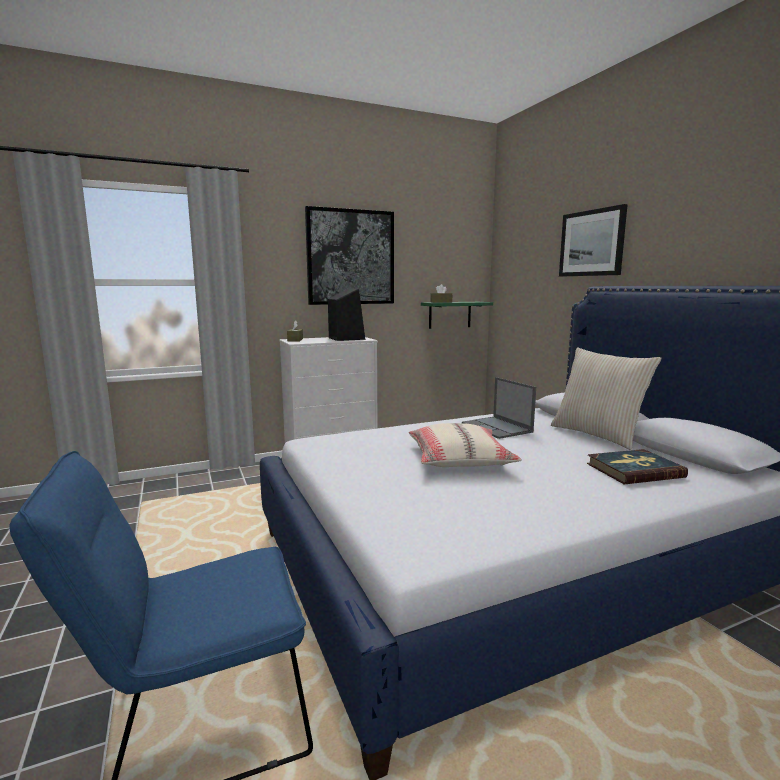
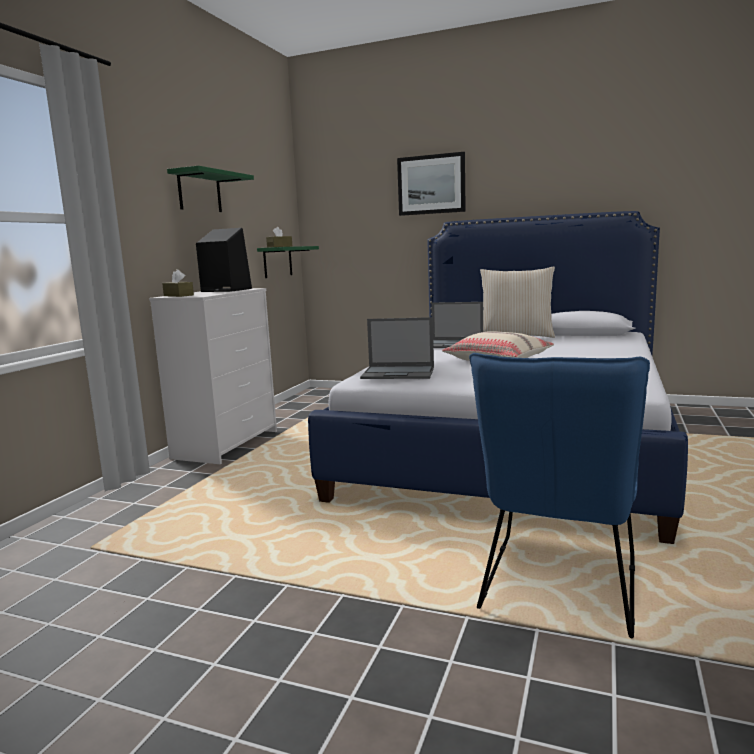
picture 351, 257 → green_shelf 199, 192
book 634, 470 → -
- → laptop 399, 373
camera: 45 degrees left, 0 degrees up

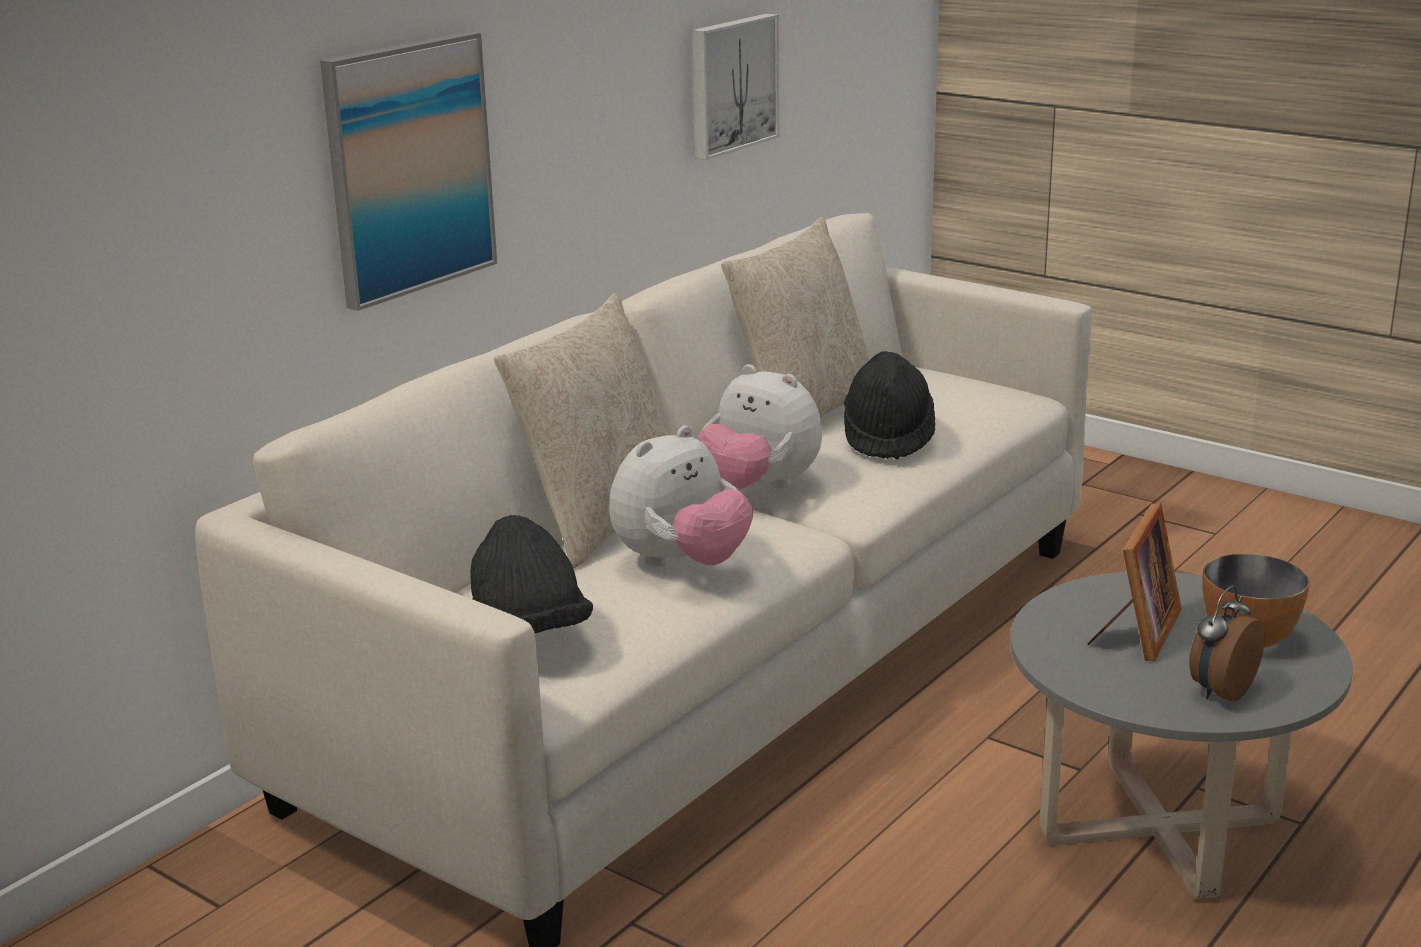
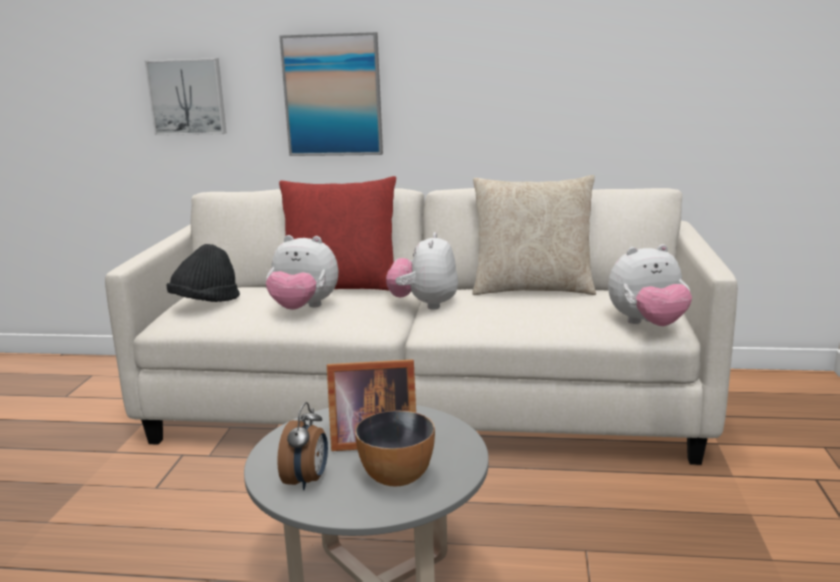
picture 730, 84 → picture 188, 97, moved
beige_pillow 600, 519 → red_pillow 342, 287
black_hat 888, 438 → -
alarm_clock 1219, 691 → alarm_clock 307, 481, 90 degrees clockwise
- → plush_toy 647, 324
camera: 60 degrees right, 5 degrees down

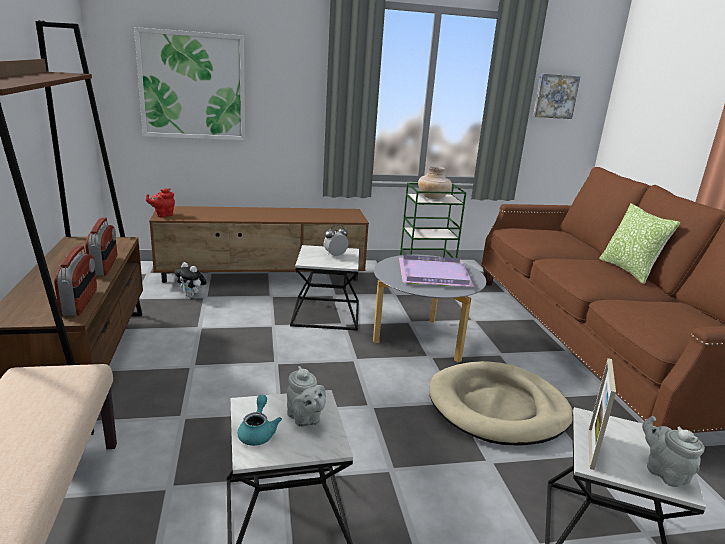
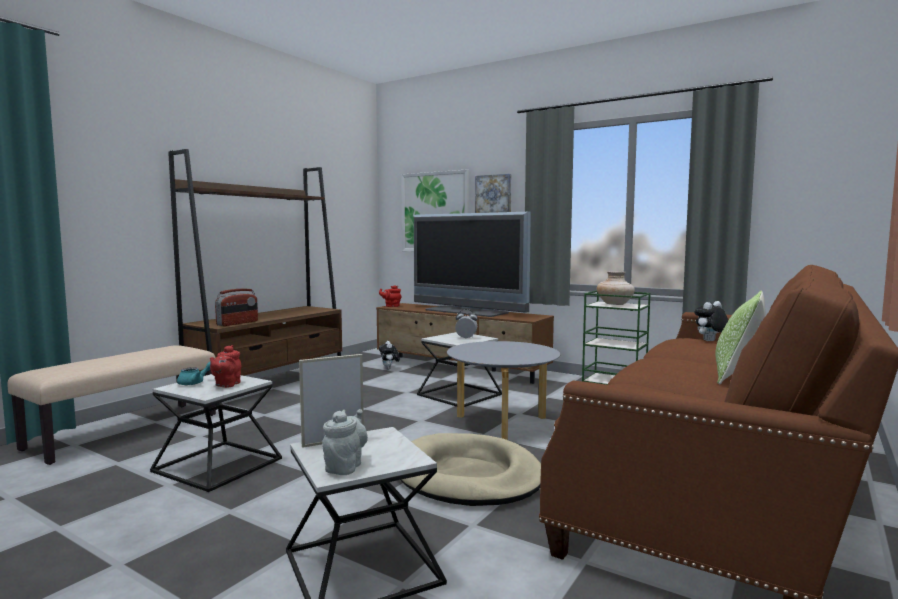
picture 555, 96 → picture 494, 194, moved
radio 104, 266 → -
purple_tray 435, 274 → -
grey_teapot 305, 419 → red_teapot 226, 385
- → television 466, 311
- → plush_toy 710, 341
camera: 45 degrees right, 15 degrees down

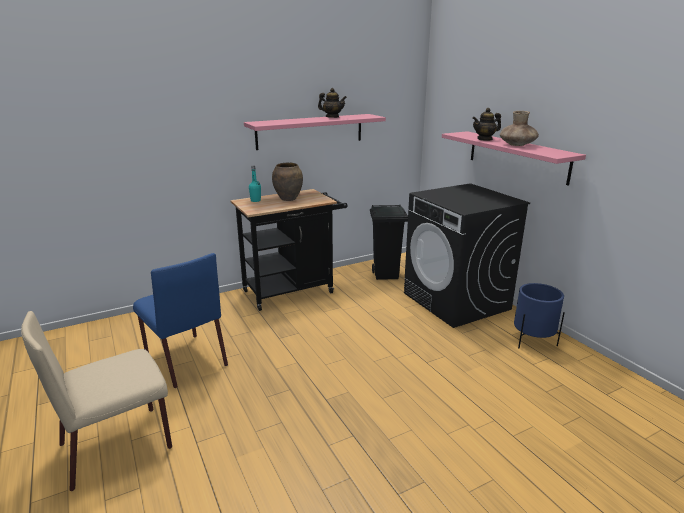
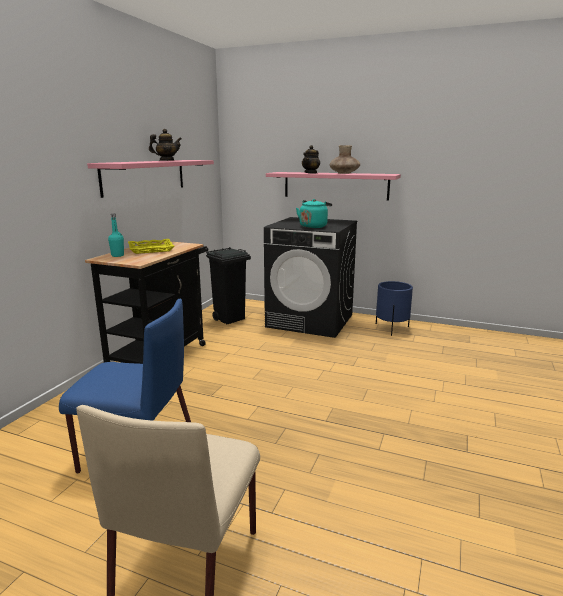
brown_vase 288, 199 → yellow_tray 151, 249
- → turquoise_kettle 313, 226
camera: 40 degrees left, 5 degrees down

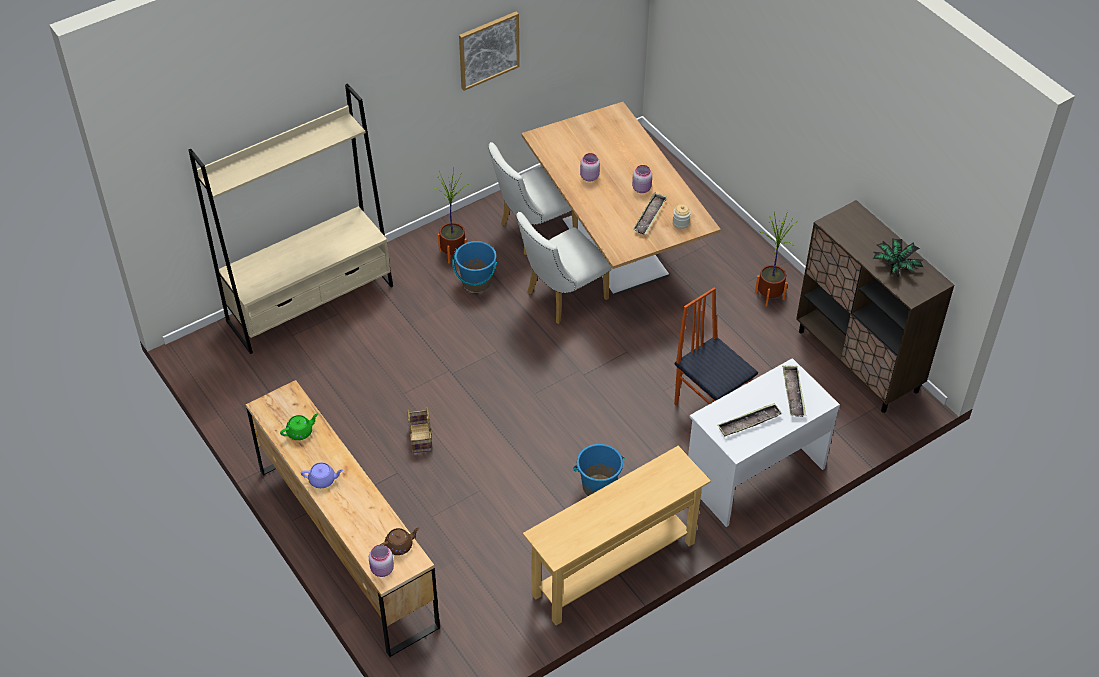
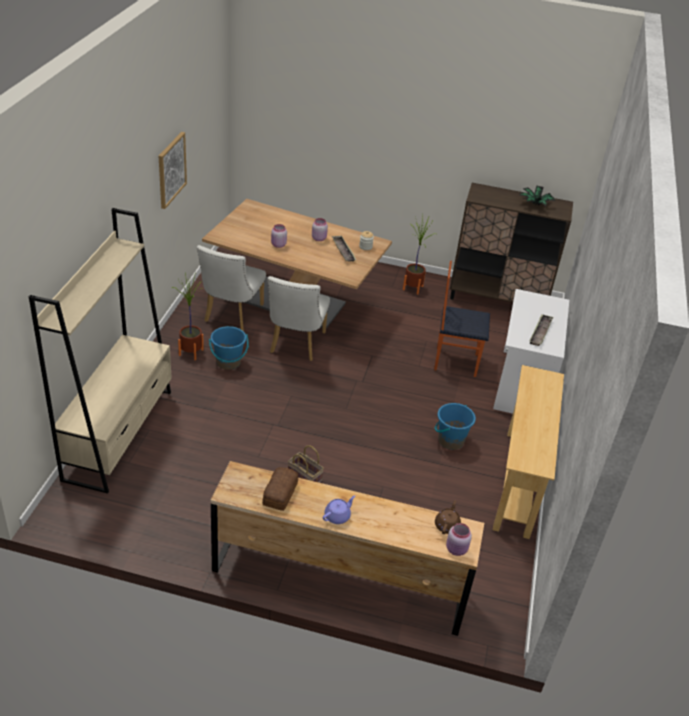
tray 793, 393 → -
green_teapot 300, 432 → bread 279, 494
camera: 45 degrees left, 10 degrees down

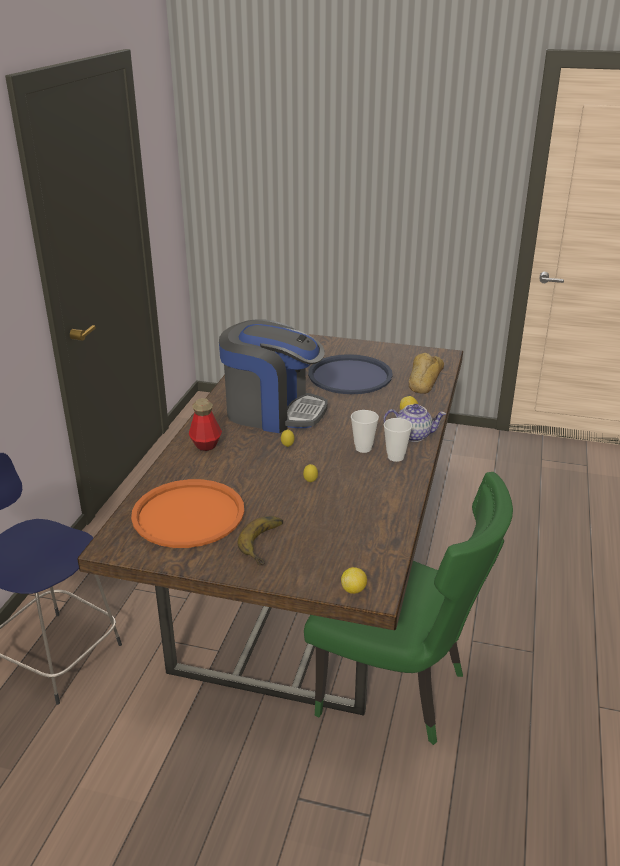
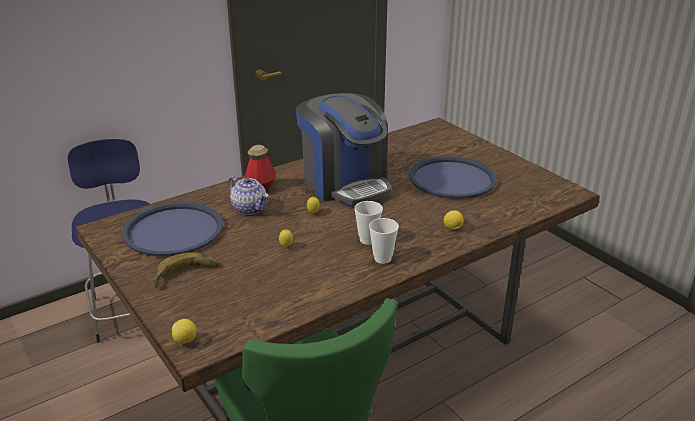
bread 423, 379 → -
teapot 413, 435 → teapot 250, 208, moved
orange_tray 188, 515 → blue_tray 173, 230
camera: 40 degrees right, 0 degrees up

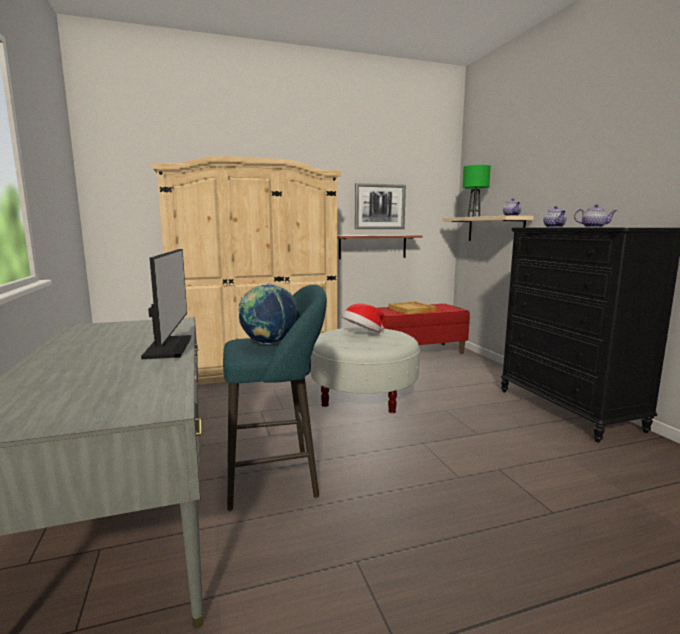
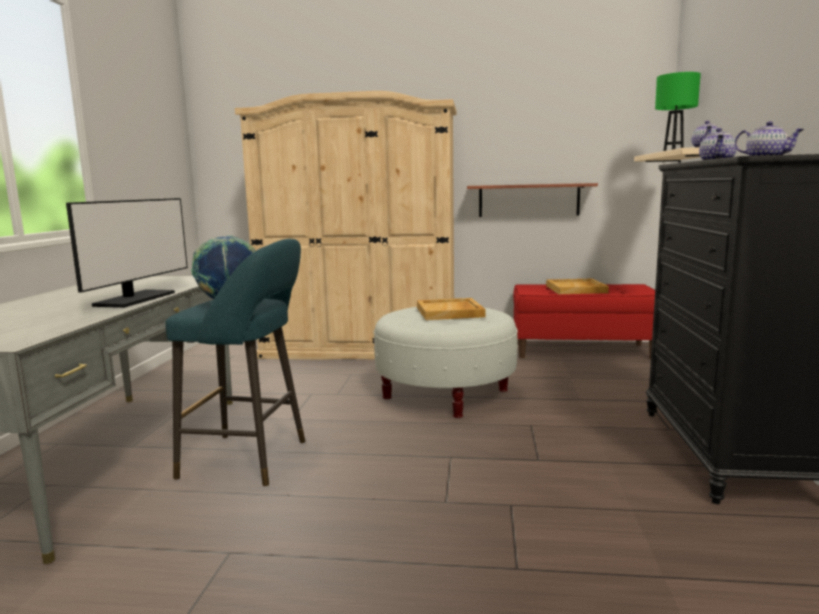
picture 379, 206 → -
hat 363, 333 → beige_tray 450, 312
camera: 25 degrees right, 0 degrees up

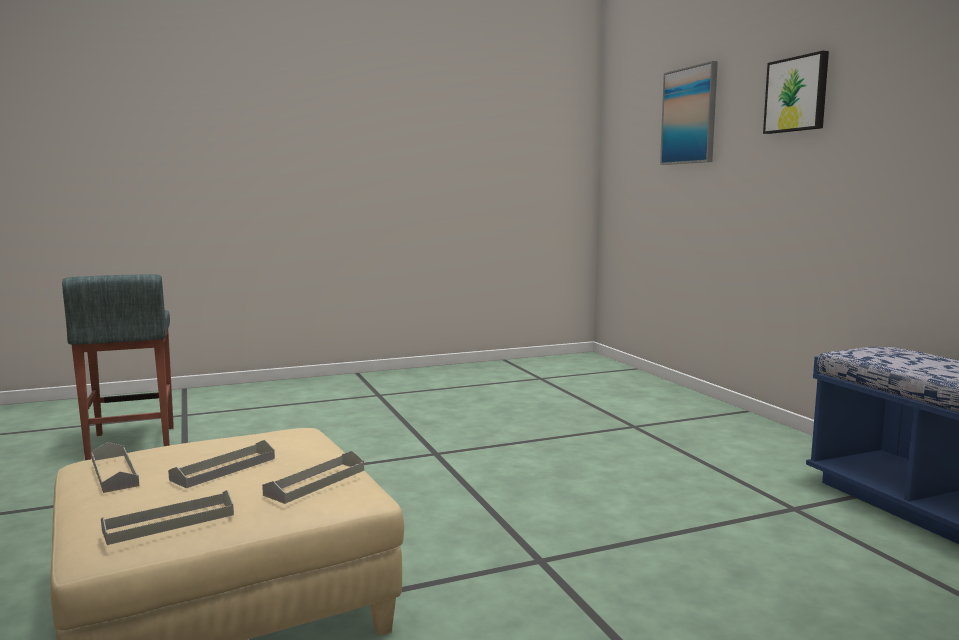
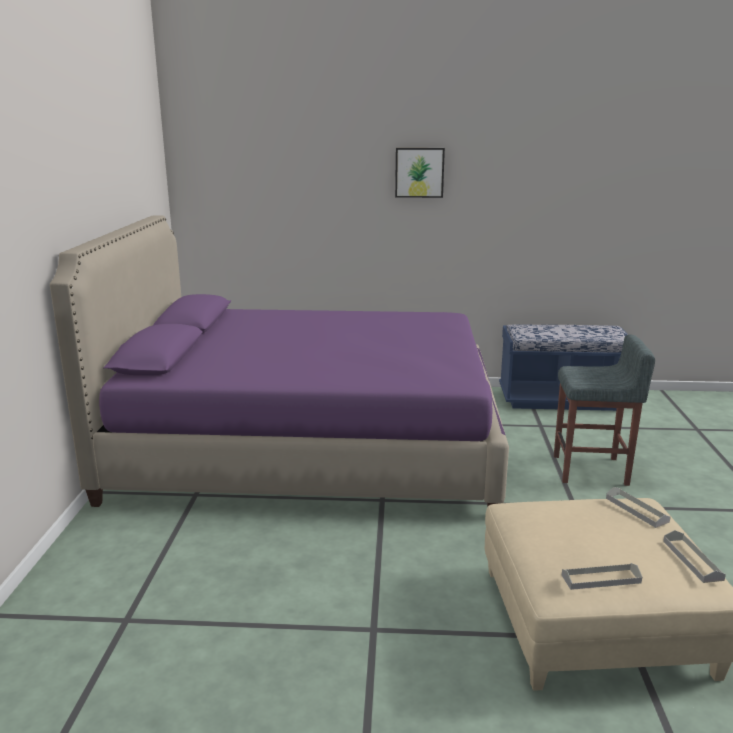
picture 689, 116 → -
grey_stool 131, 443 → grey_stool 591, 470, moved
grey_tray 224, 469 → -
- → purple_bed 309, 447
camera: 65 degrees left, 10 degrees up

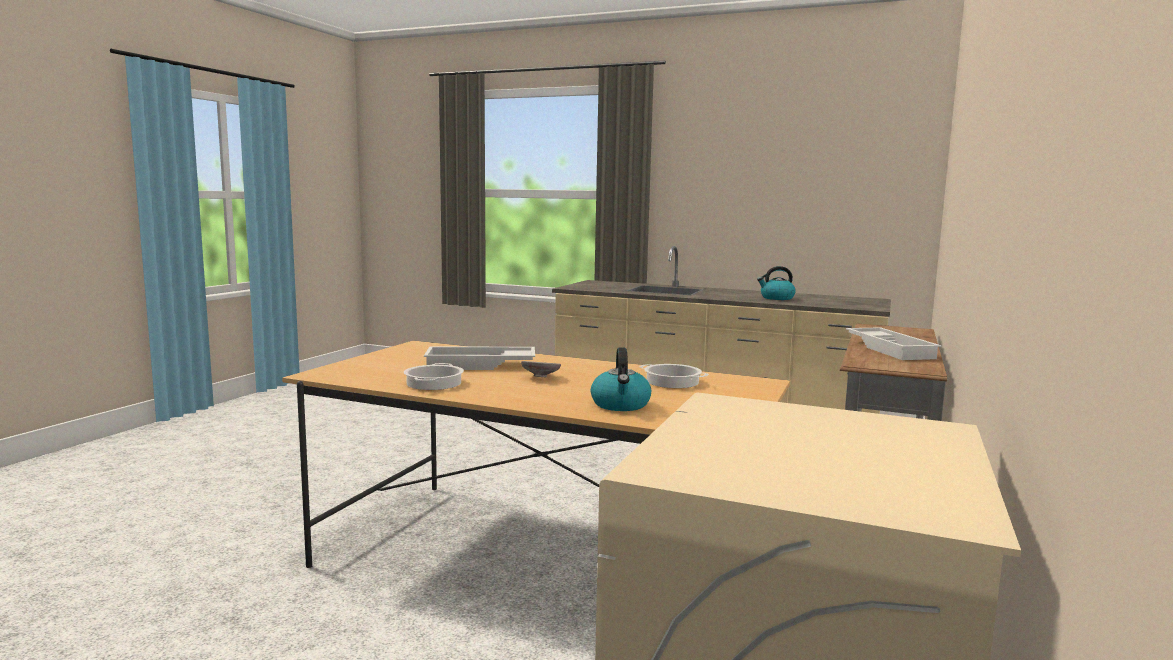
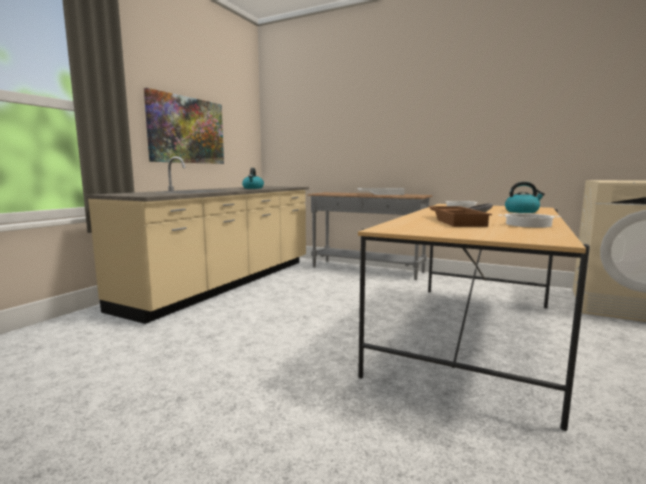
white_tray 479, 365 → brown_tray 457, 221
- → picture 187, 130
camera: 85 degrees left, 0 degrees up

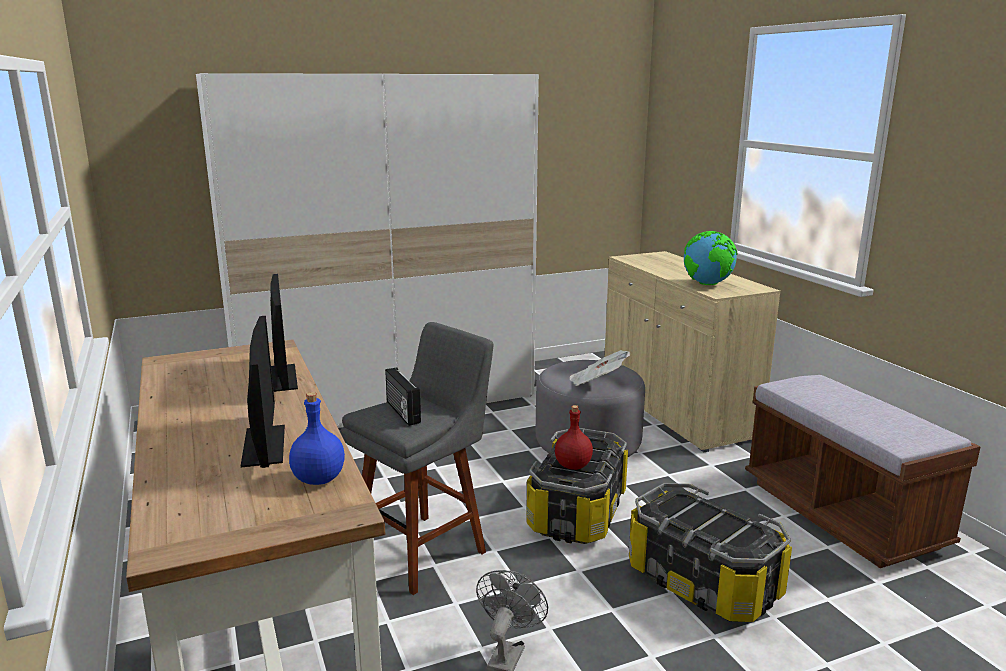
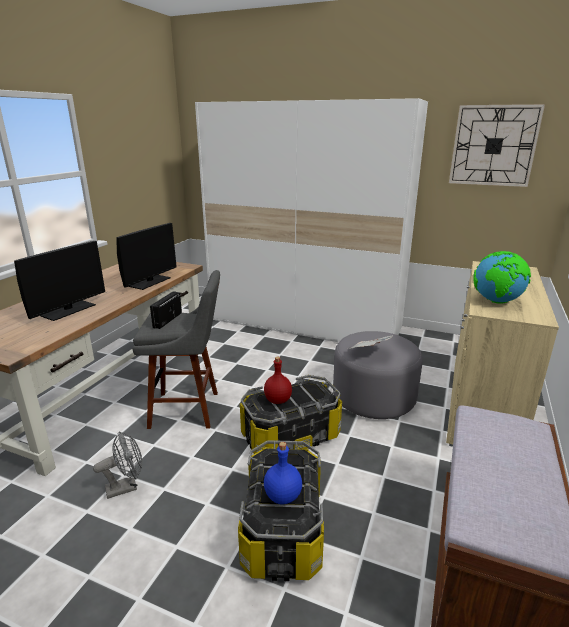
blue_bottle 318, 479 → blue_bottle 282, 496, moved
- → wall_clock 493, 146
camera: 45 degrees right, 5 degrees up

